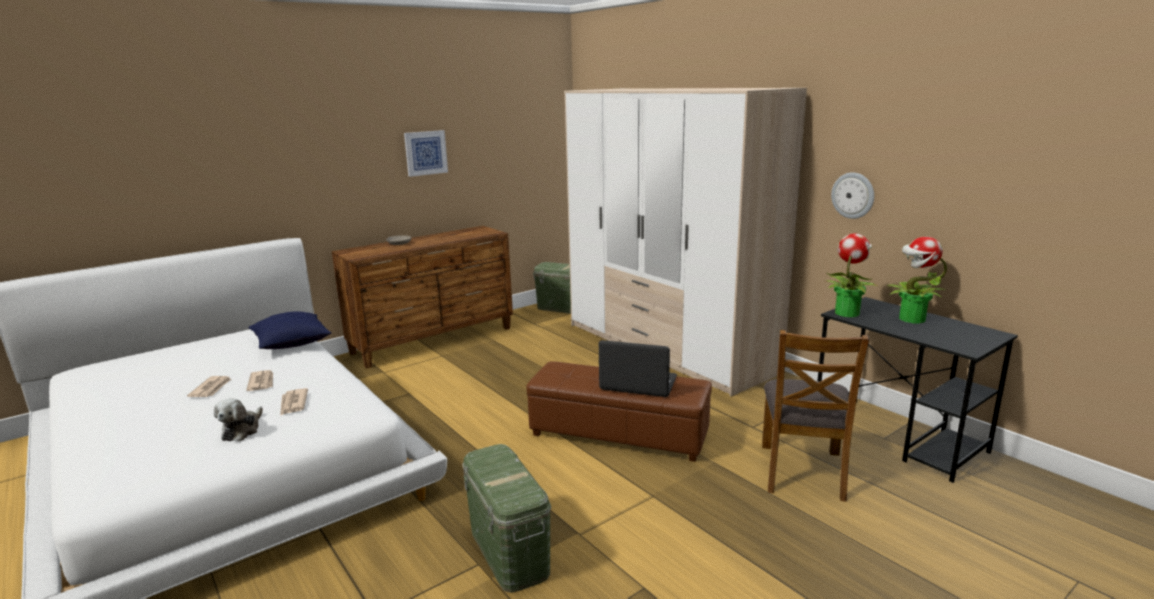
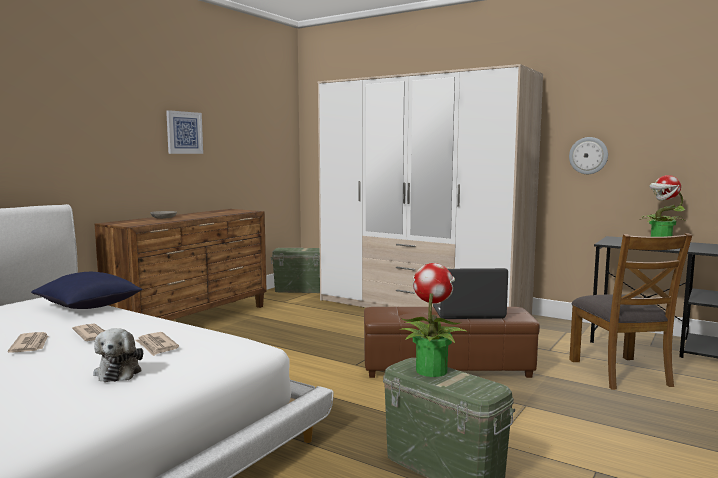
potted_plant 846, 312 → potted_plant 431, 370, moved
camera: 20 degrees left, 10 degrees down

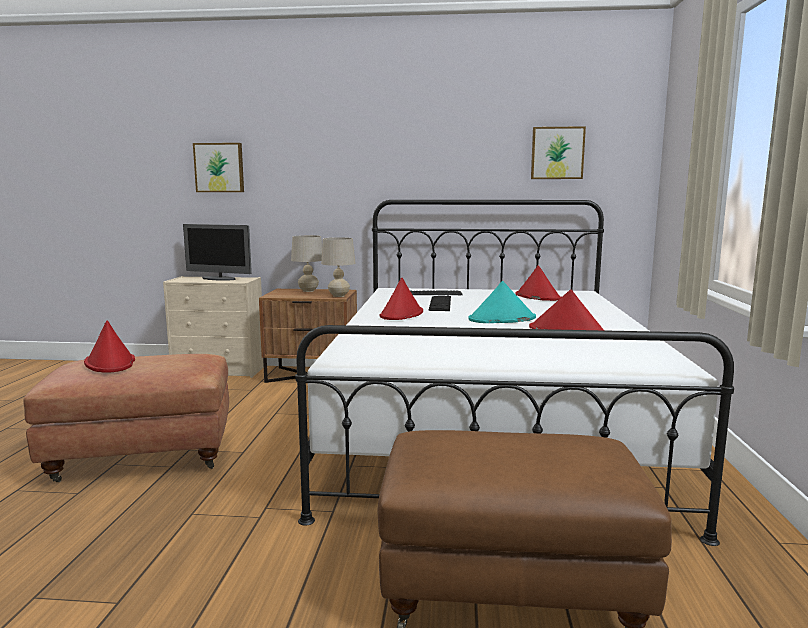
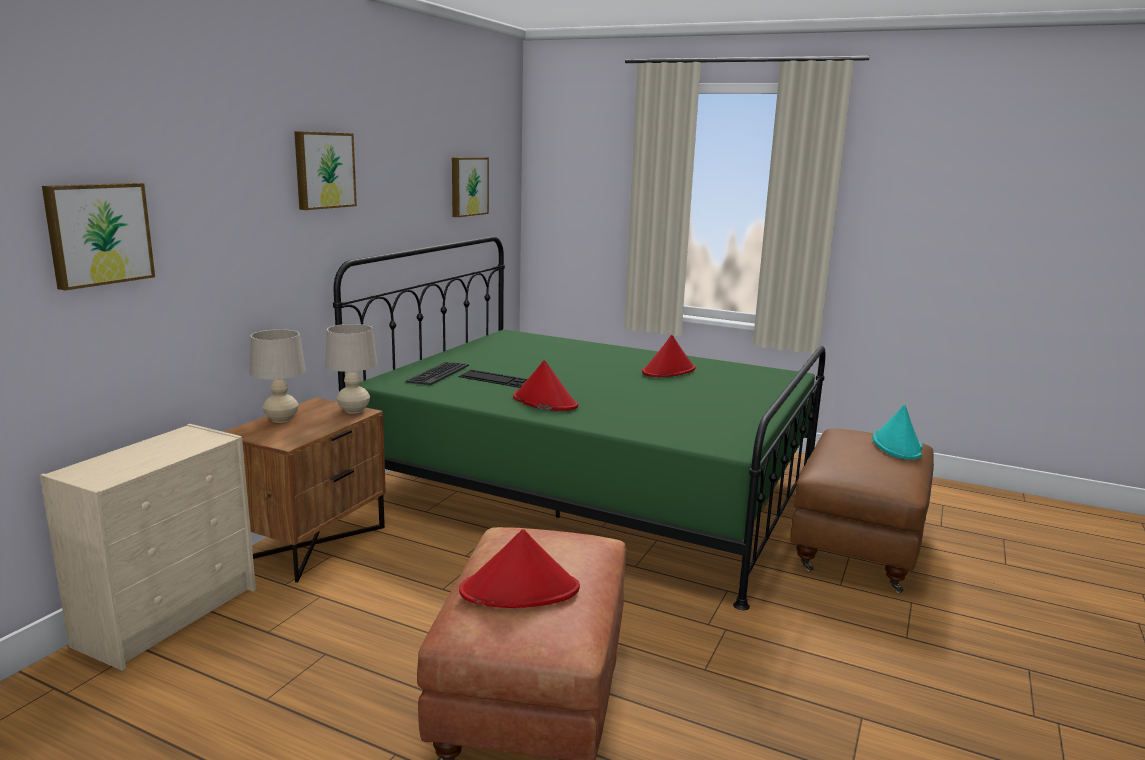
white_bed 488, 428 → green_bed 591, 487
monitor 219, 279 → -
red_hat 537, 297 → -
turquoise_hat 502, 319 → turquoise_hat 897, 445, moved
- → picture 323, 170
camera: 70 degrees left, 5 degrees up

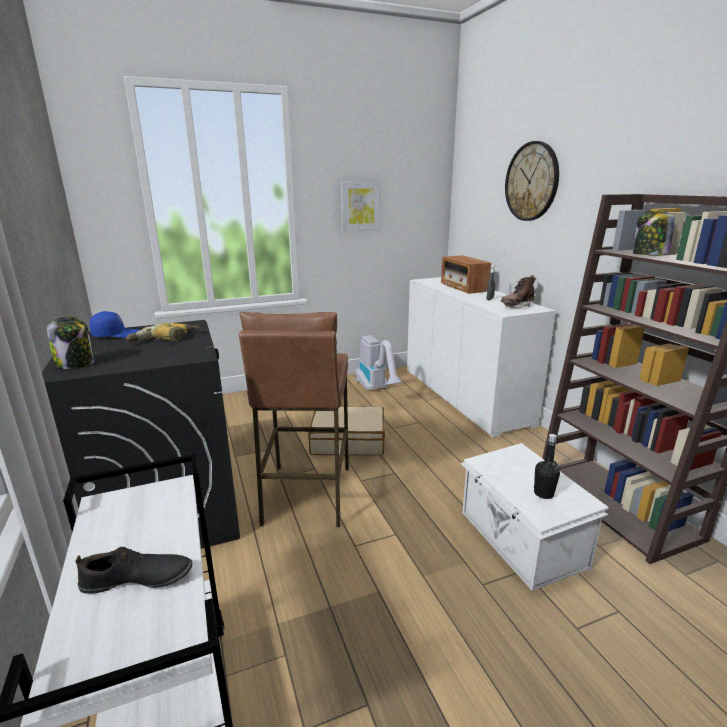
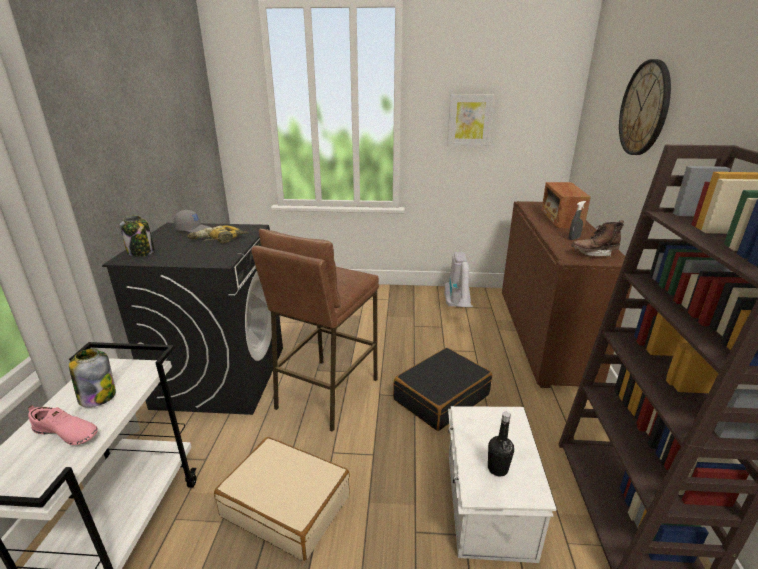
jar 649, 255 → jar 97, 396, moved
white_cabinet 464, 396 → brown_cabinet 543, 334
blue_cap 116, 334 → grey_cap 193, 229
beige_suitcase 348, 441 → beige_suitcase 286, 505, moved
black_shoe 138, 580 → pink_shoe 66, 433
- → black_suitcase 441, 397
camera: 25 degrees right, 5 degrees up

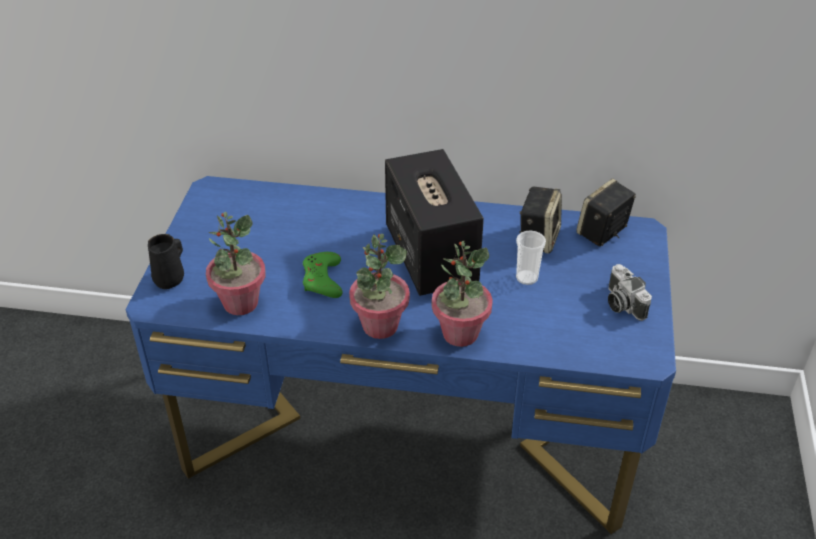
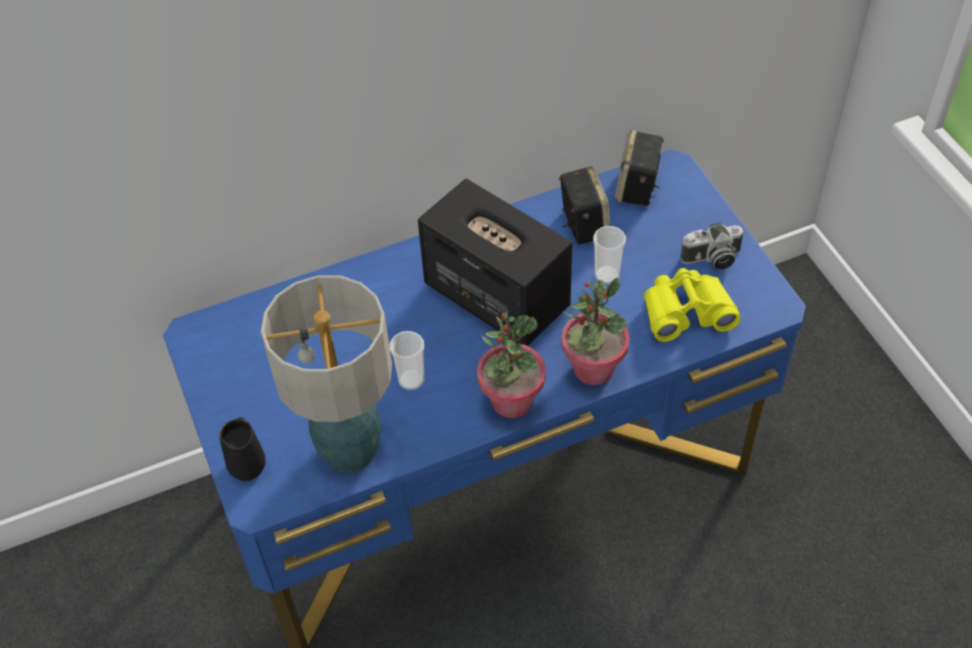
potted_plant 240, 303 → table_lamp 349, 452
green_game_controller 322, 279 → cup 411, 380
photo_camera 621, 303 → photo_camera 711, 259, 45 degrees counterclockwise
- → yellow_binoculars 686, 312
camera: 30 degrees left, 10 degrees up

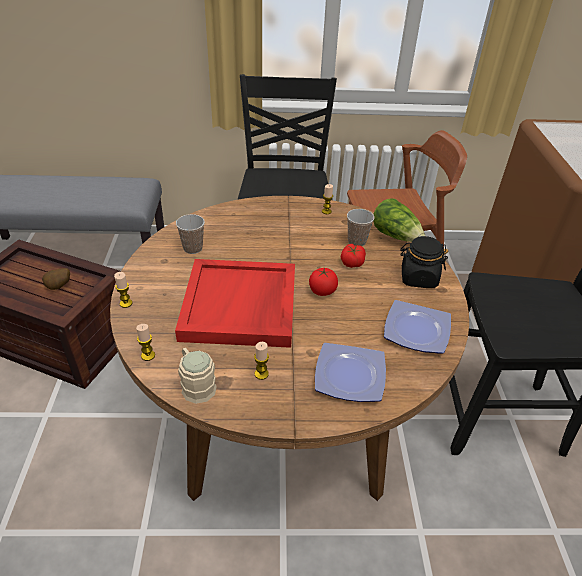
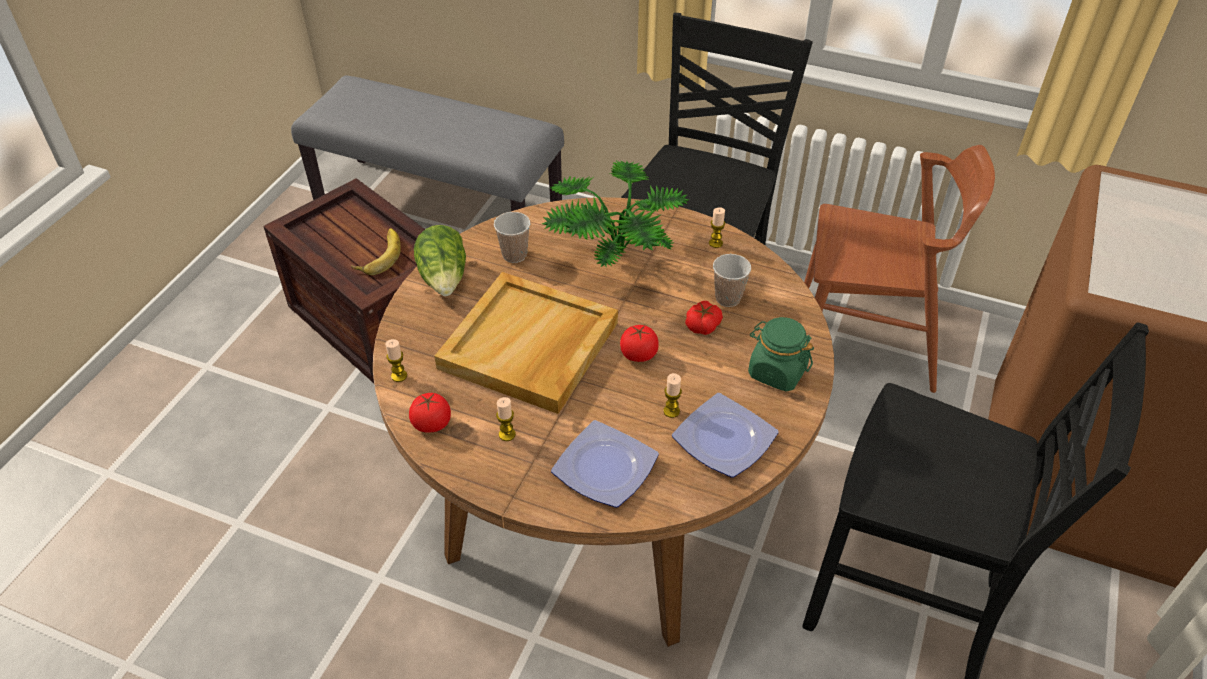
lettuce 396, 236 → lettuce 444, 278, moved
black_jar 418, 278 → green_jar 776, 372
red_tray 241, 306 → beige_tray 529, 346
potato 59, 287 → banana 378, 255
candle 126, 303 → candle 671, 411, moved
beige_mug 196, 384 → tomato 432, 424
- → potted_plant 612, 257
camera: 25 degrees right, 5 degrees up

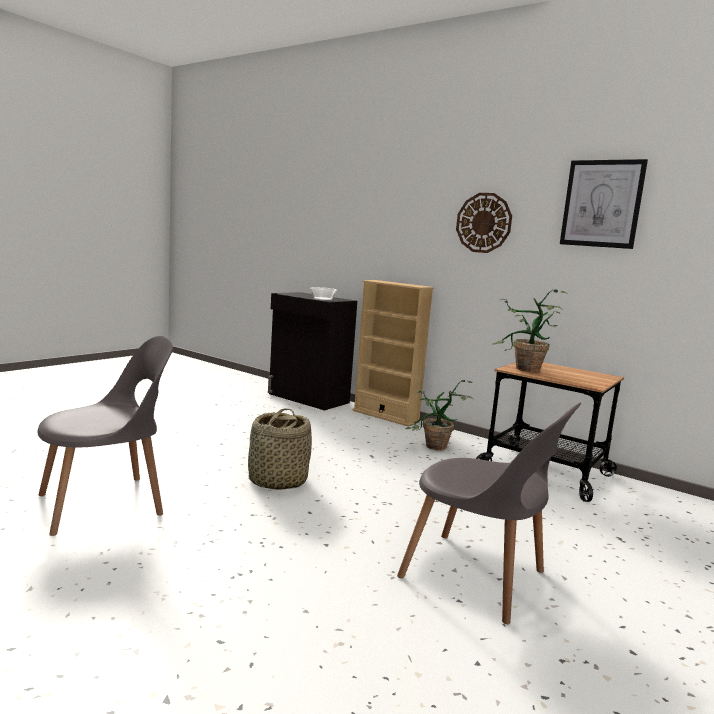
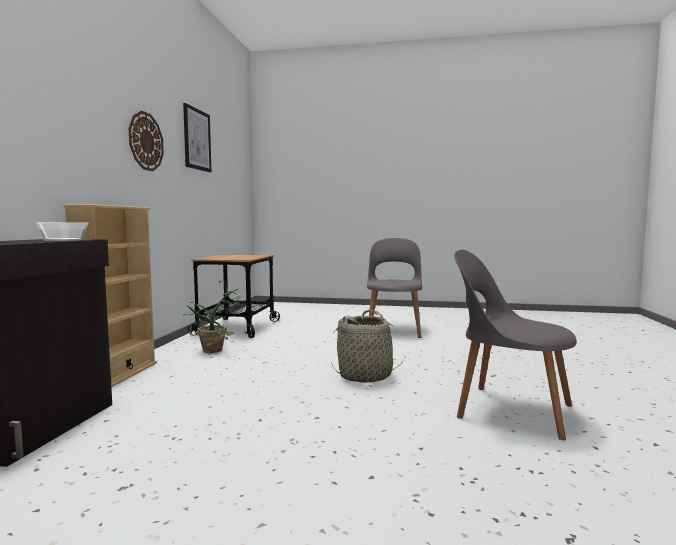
potted_plant 523, 370 → -
camera: 115 degrees left, 5 degrees down

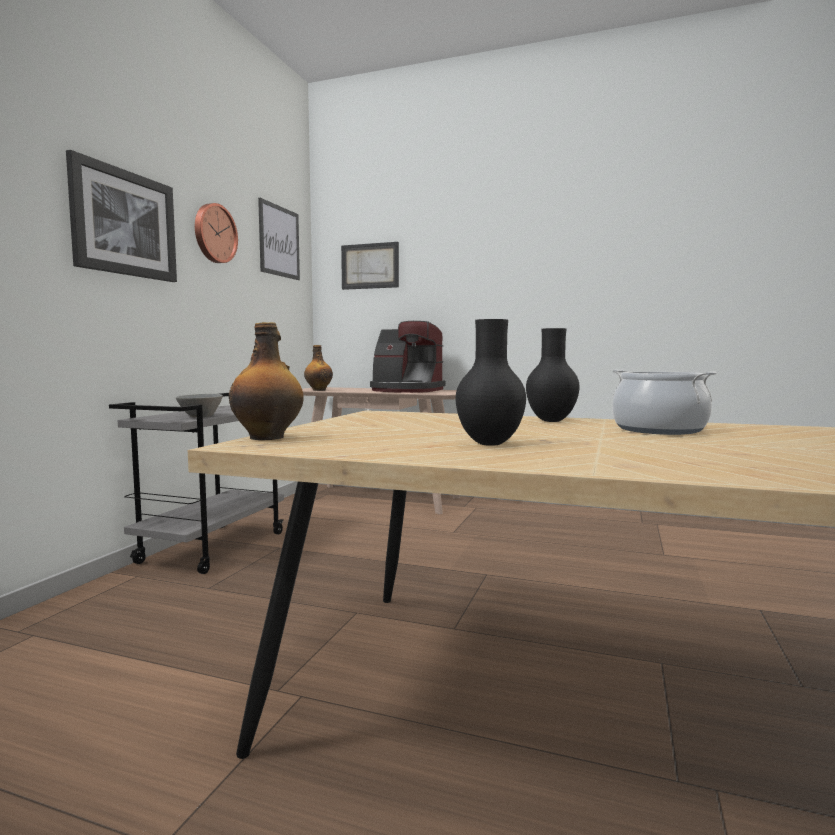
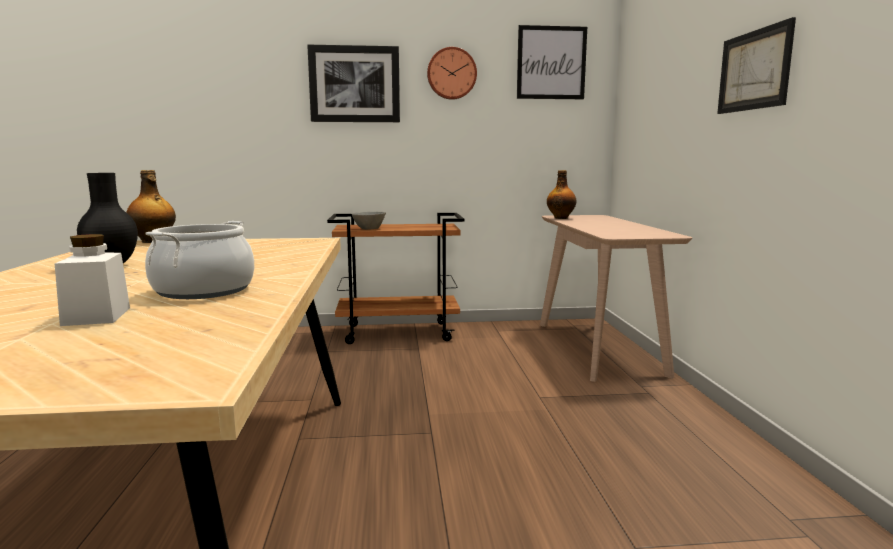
picture 370, 266 → picture 754, 70, moved
coffee_machine 406, 390 → -
black_vase 551, 421 → -
grey_cart 213, 547 → brown_cart 399, 333
- → white_jar 97, 316
camera: 65 degrees right, 5 degrees up

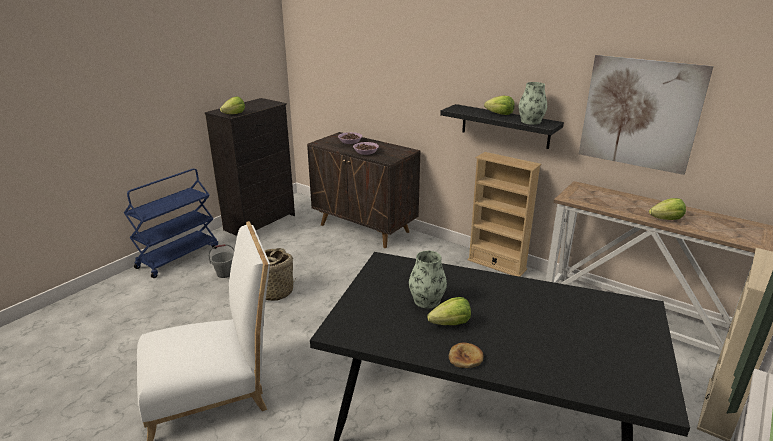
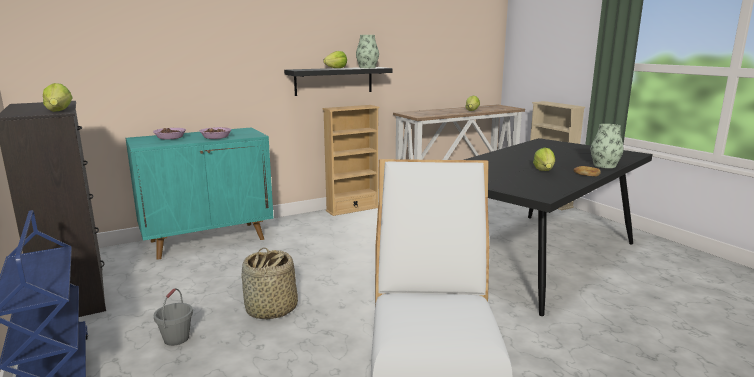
picture 640, 113 → -
brown_cabinet 365, 228 → turquoise_cabinet 209, 240
vase 426, 300 → vase 604, 165, moved
camera: 65 degrees left, 10 degrees down

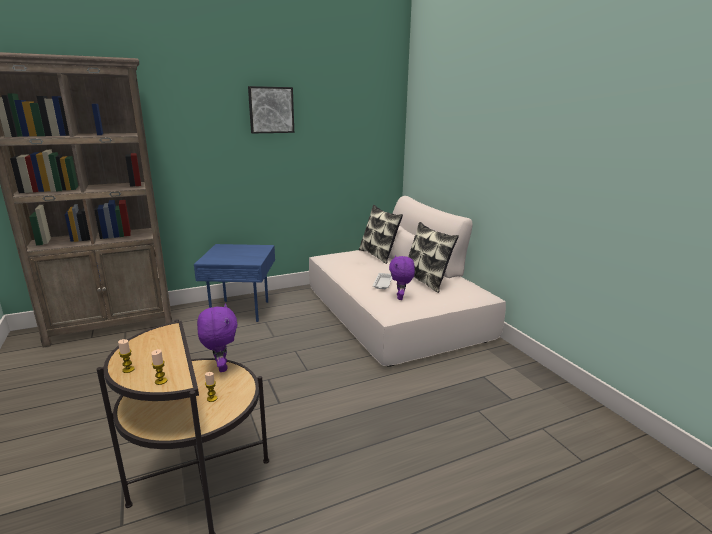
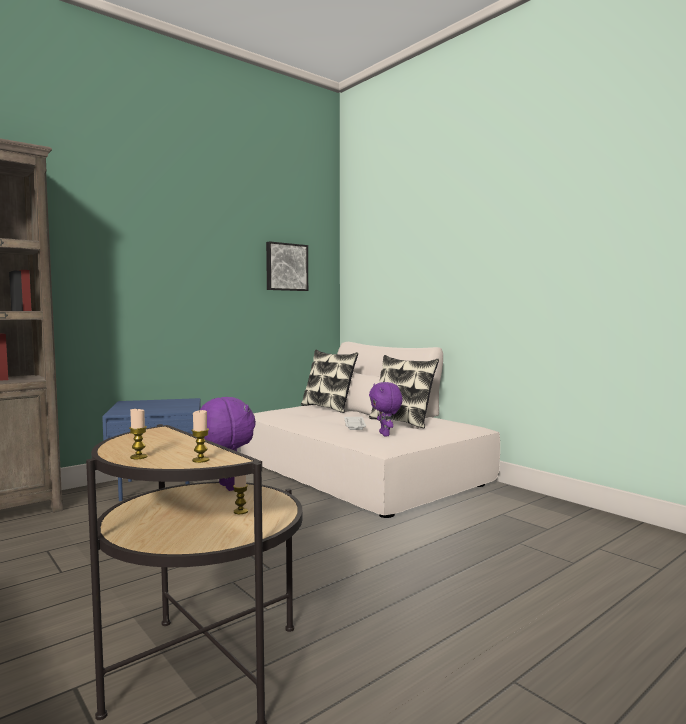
picture 271, 110 → picture 286, 267, moved
camera: 15 degrees left, 15 degrees down

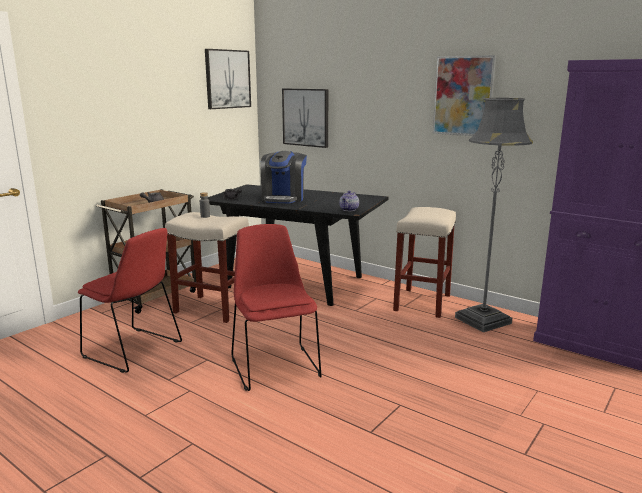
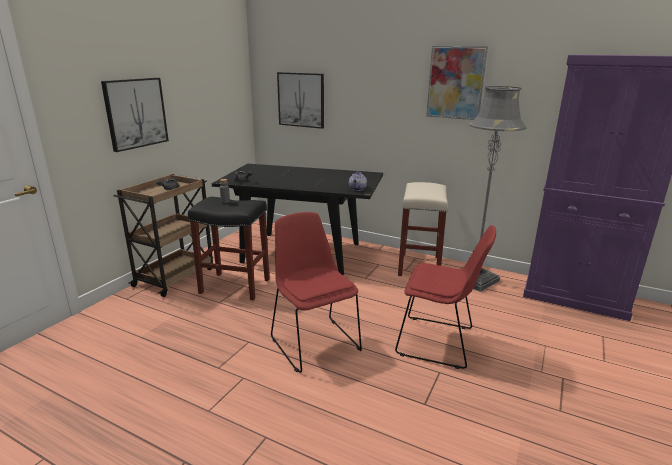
picture 227, 79 → picture 135, 113, moved
coffee_machine 284, 198 → -
beige_stool 211, 309 → black_stool 234, 286
red_chair 134, 350 → red_chair 438, 342, moved
camera: 10 degrees left, 5 degrees up

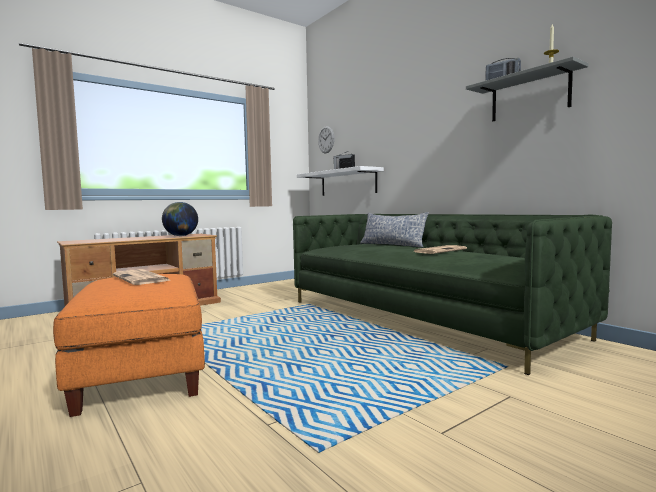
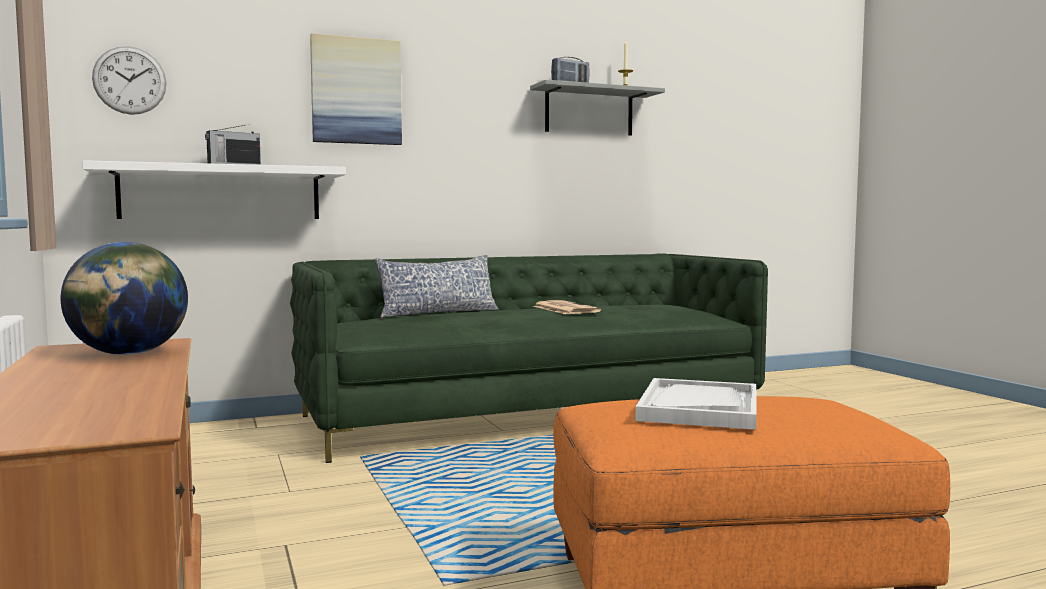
newspaper 142, 278 → white_tray 699, 408
- → picture 356, 91
camera: 75 degrees left, 0 degrees up

